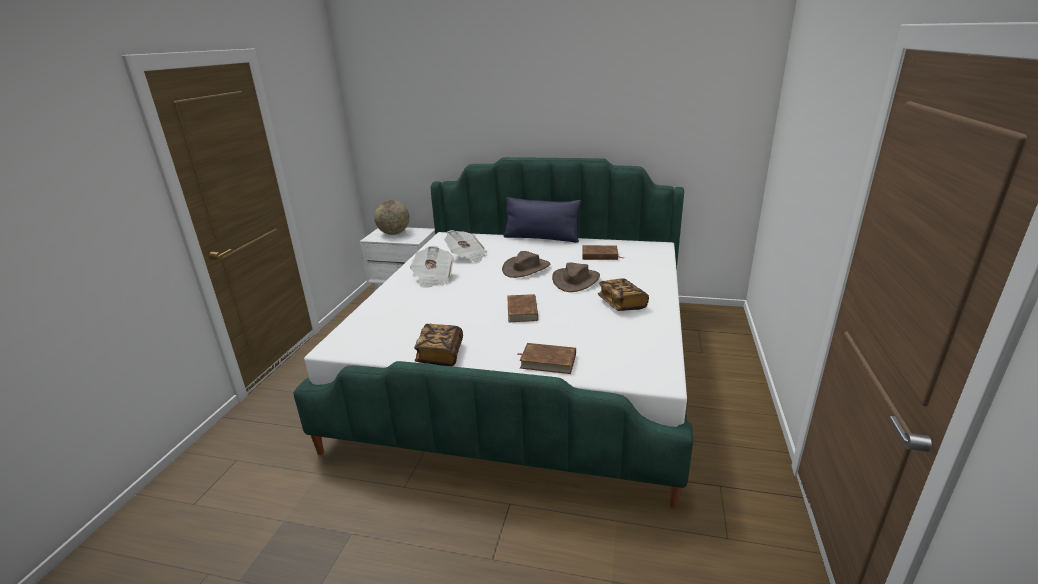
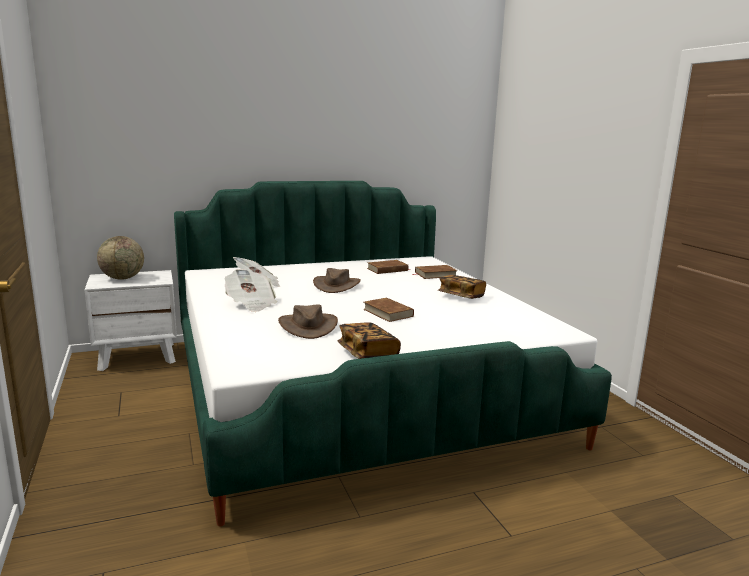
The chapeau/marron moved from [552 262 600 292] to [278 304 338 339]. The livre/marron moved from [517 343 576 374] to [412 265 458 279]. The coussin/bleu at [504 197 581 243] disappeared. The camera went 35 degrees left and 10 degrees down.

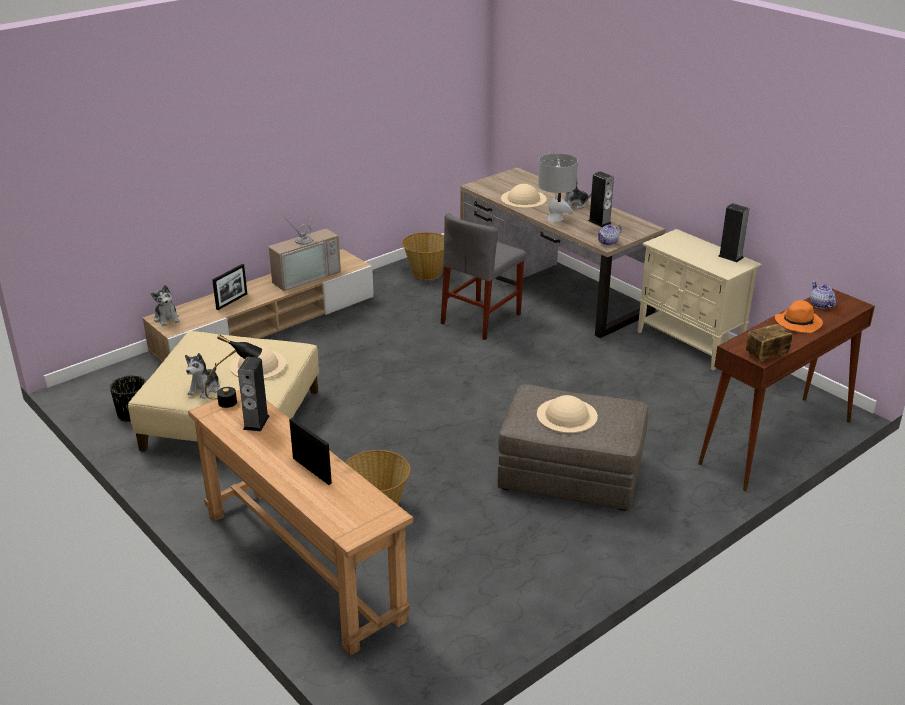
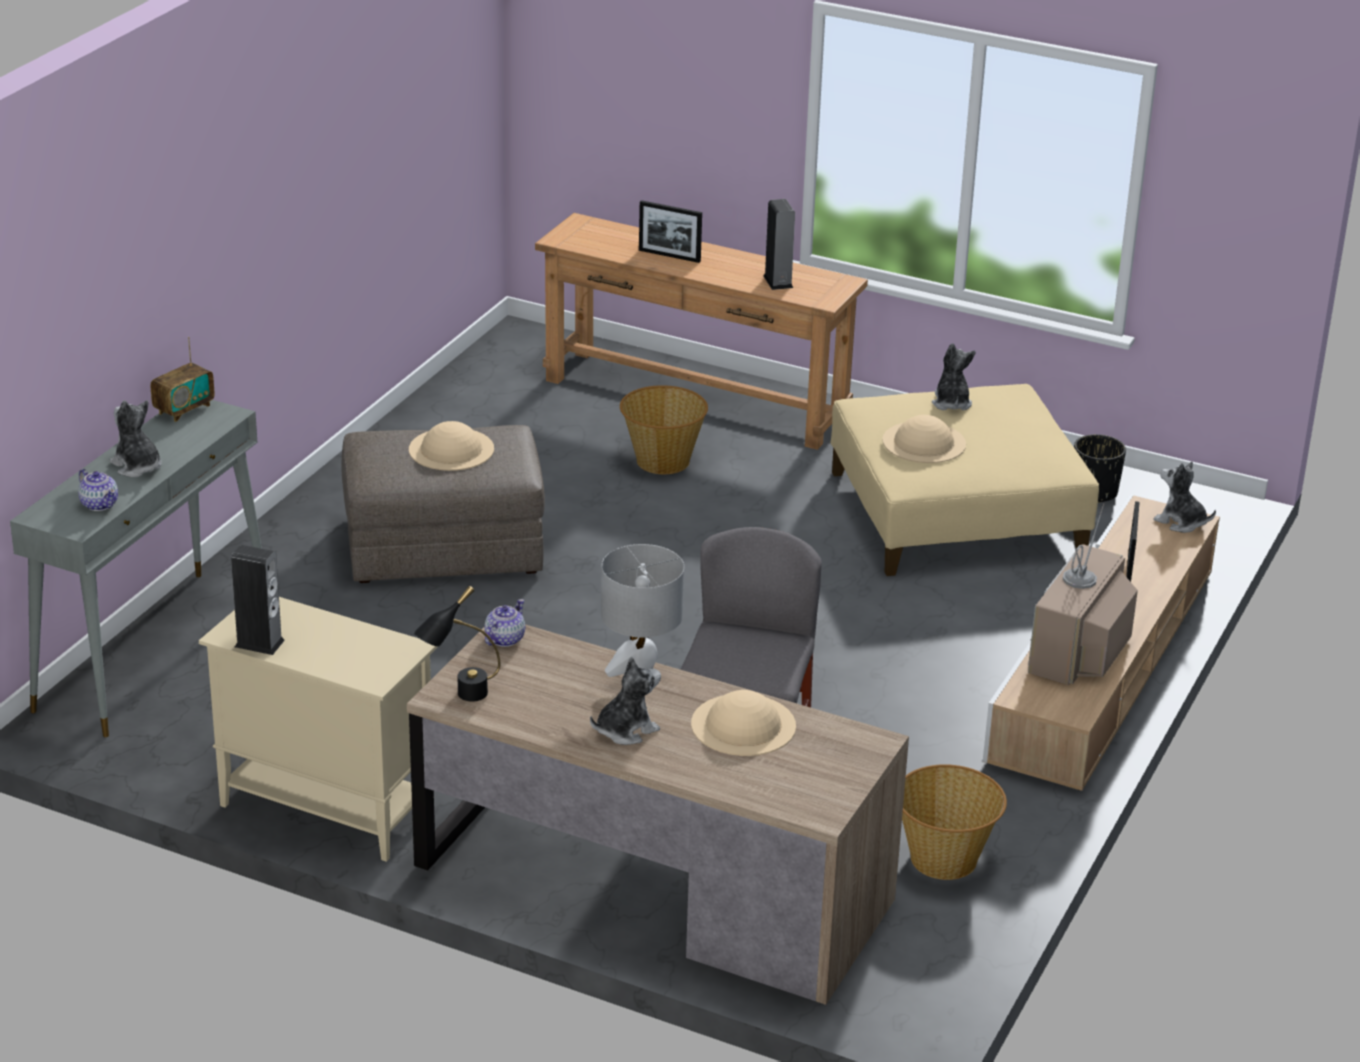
The table console/marron at [698 289 875 491] became the table console/gris at [10 400 262 737]. The chapeau/orange at [775 300 823 333] was replaced by the peluche at [109 400 162 477]. The lampe de table/noir moved from [205 334 262 408] to [414 586 500 701]. The enceinte at [588 171 614 227] disappeared. The camera went 155 degrees right and 0 degrees up.

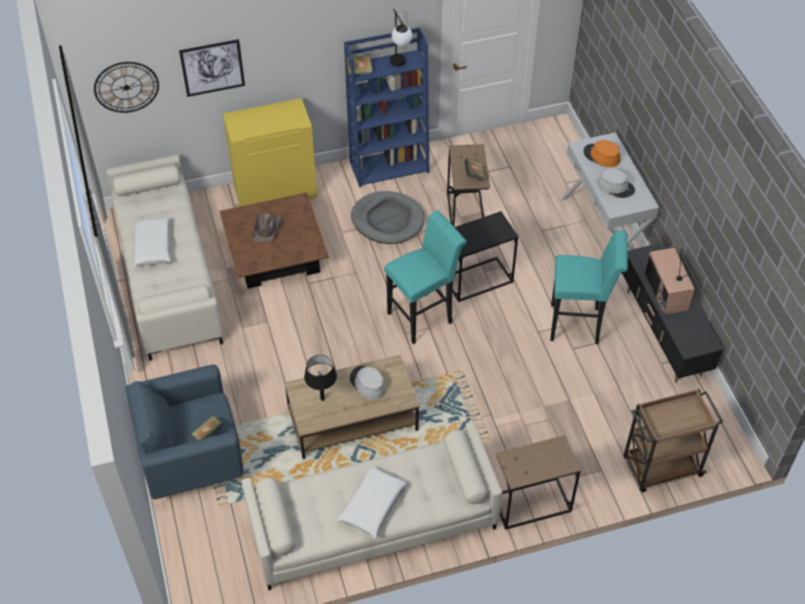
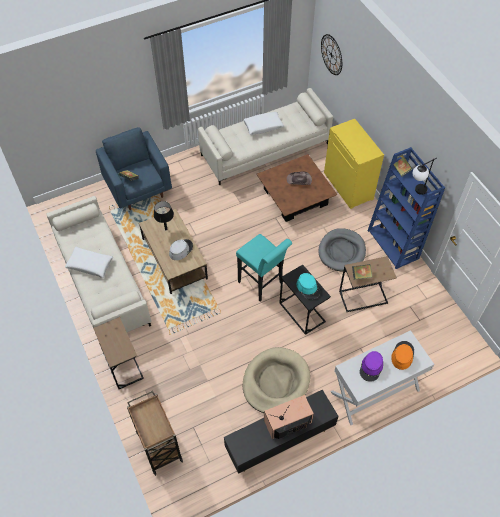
The tabouret/turquoise at [550 230 628 344] was replaced by the panier pour chien/beige at [242 347 310 413]. The chapeau/turquoise at [297 273 320 300] appeared. The chapeau/gris at [597 168 635 198] became the chapeau/violet at [360 351 383 382]. The tableau at [179 39 245 97] disappeared. The camera went 80 degrees right and 5 degrees up.

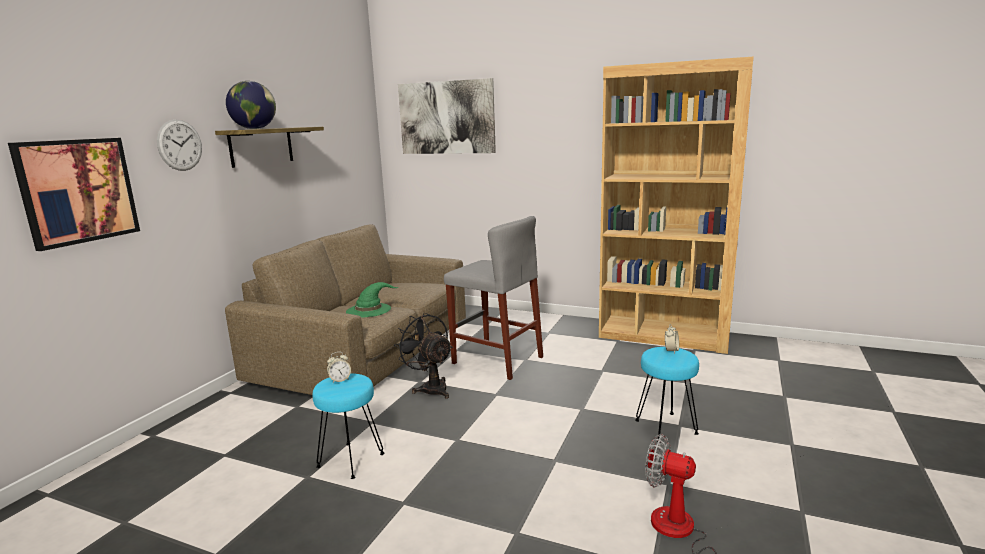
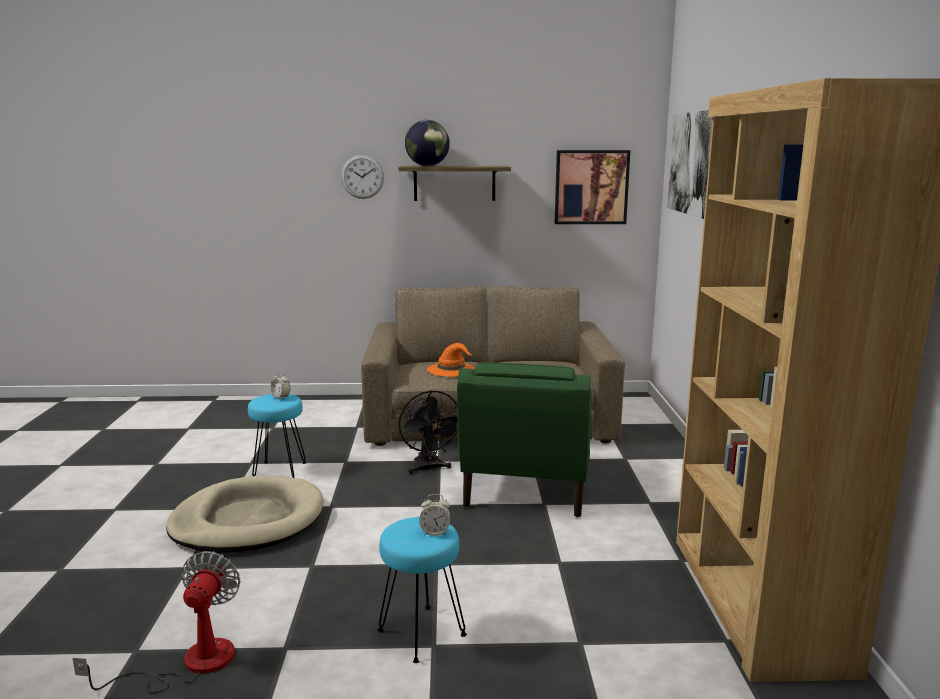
The panier pour chien/beige at [166 476 324 553] appeared. The ventilateur/noir at [394 313 453 399] turned 135 degrees clockwise. The chapeau/vert at [346 282 398 318] became the chapeau/orange at [427 343 475 377]. The tabouret/gris at [444 216 543 380] was replaced by the fauteuil/vert at [457 362 592 518]. The tableau moved from [8 138 140 251] to [554 150 630 224]. The camera went 65 degrees right and 0 degrees up.

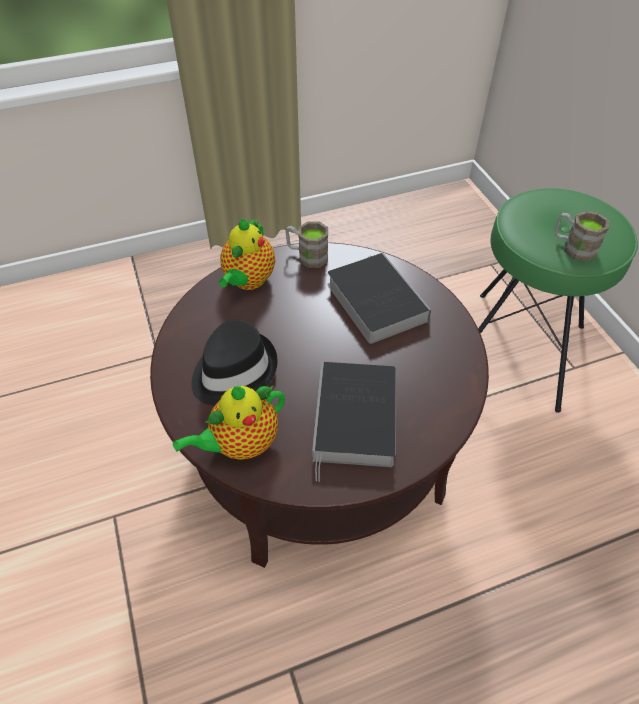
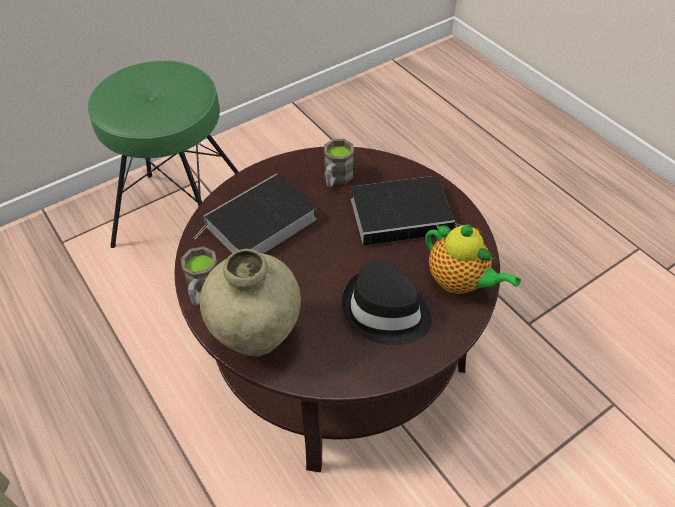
The théière at [219 218 275 290] was replaced by the vase/beige at [200 249 301 357]. The mug/marron moved from [555 211 609 261] to [324 139 354 187]. The camera went 105 degrees left and 0 degrees up.

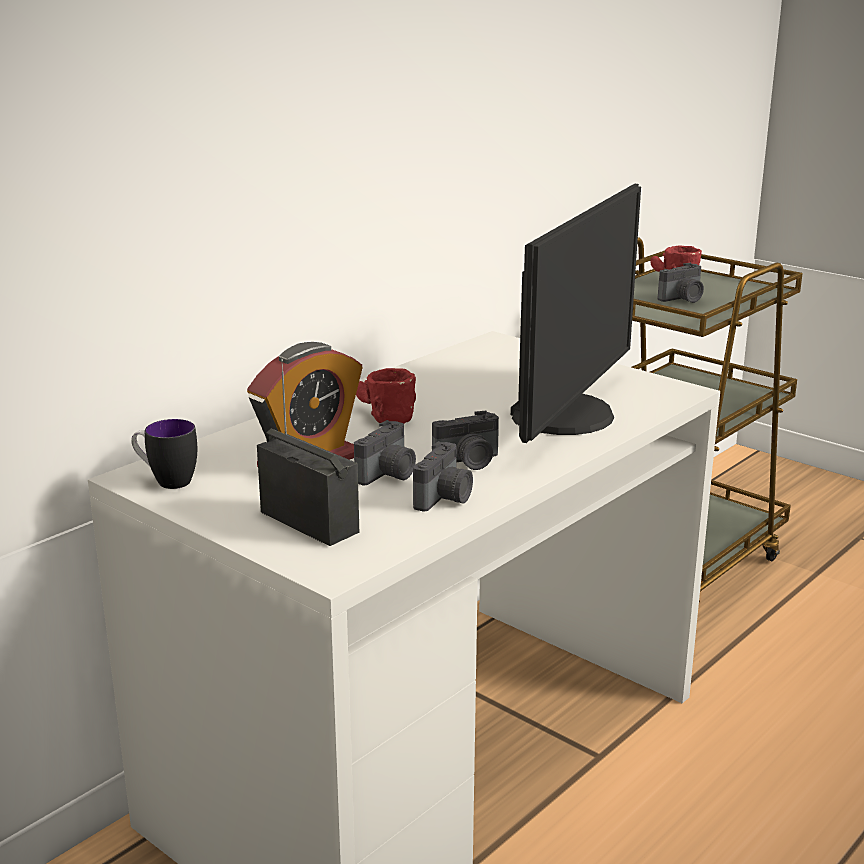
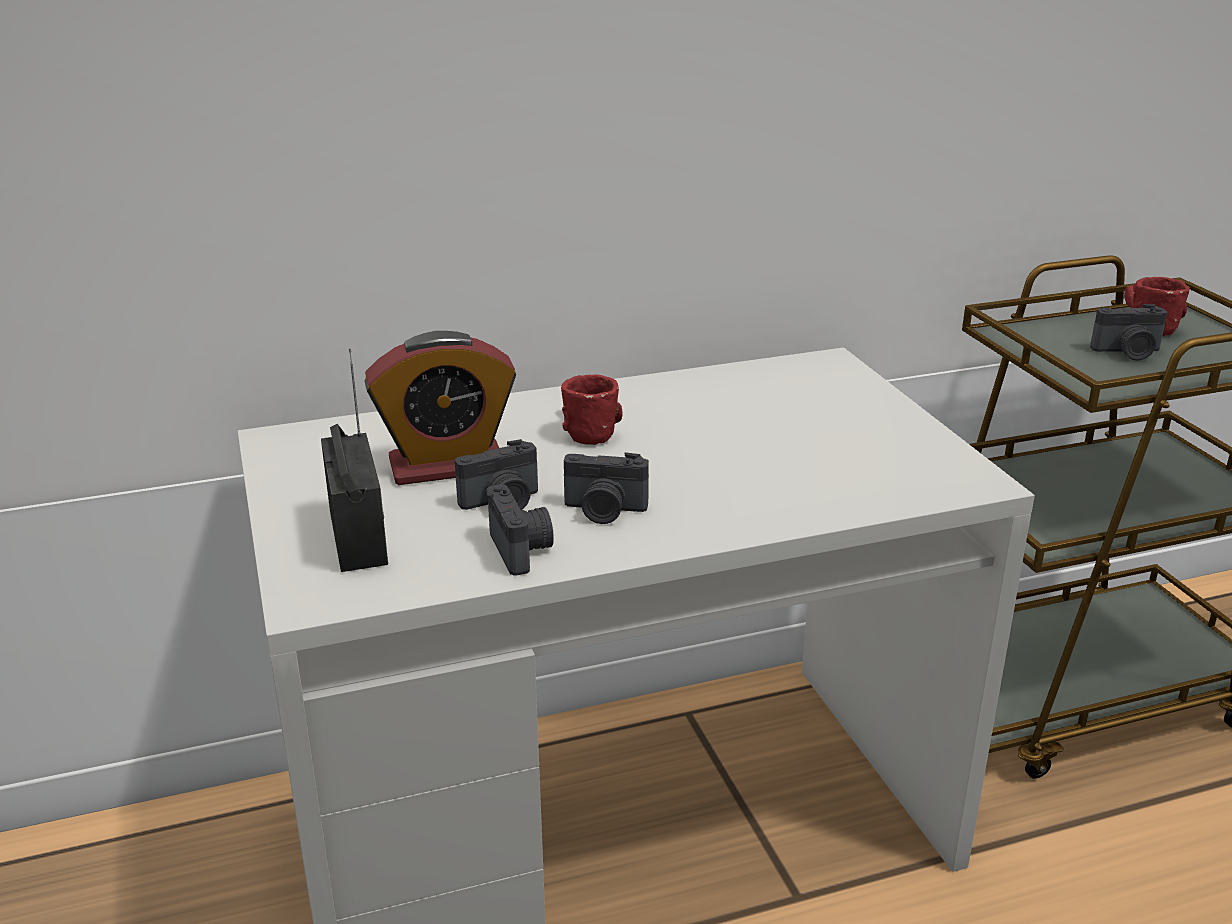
The appareil photo at [413 441 473 512] turned 75 degrees counterclockwise. The mug at [131 419 197 489] disappeared. The écran d'ordinateur at [511 184 641 443] disappeared. The camera went 30 degrees right and 5 degrees up.

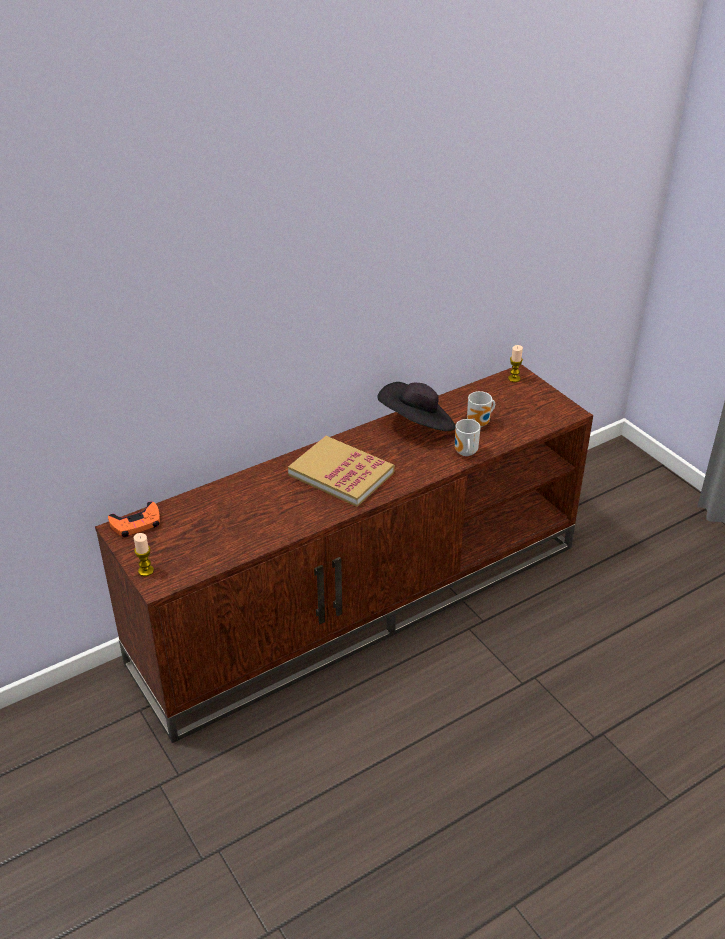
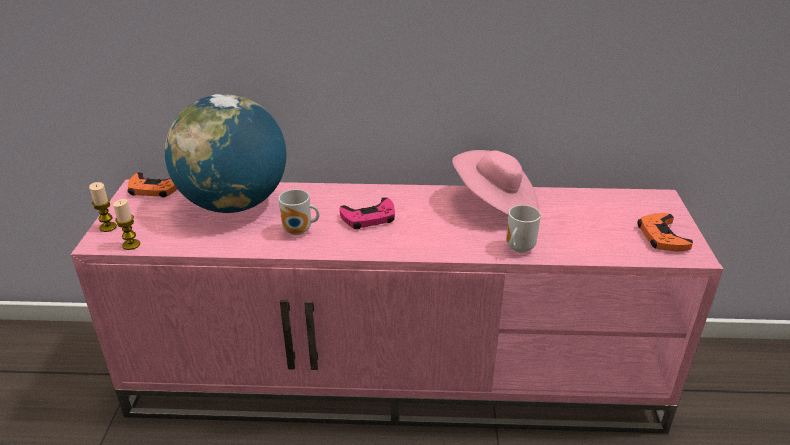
The meuble télé/marron at [95 364 593 743] became the meuble télé/rose at [71 179 723 433]. The bougie moved from [508 345 523 382] to [113 199 140 250]. The globe at [165 94 286 213] appeared. The mug moved from [467 391 495 427] to [279 189 320 235]. The livre at [288 436 395 507] was replaced by the manette/rose at [340 197 395 229]. The chapeau/noir at [377 382 455 431] became the chapeau/rose at [452 150 539 215]. The manette/orange at [637 213 693 251] appeared. The camera went 35 degrees right and 5 degrees down.

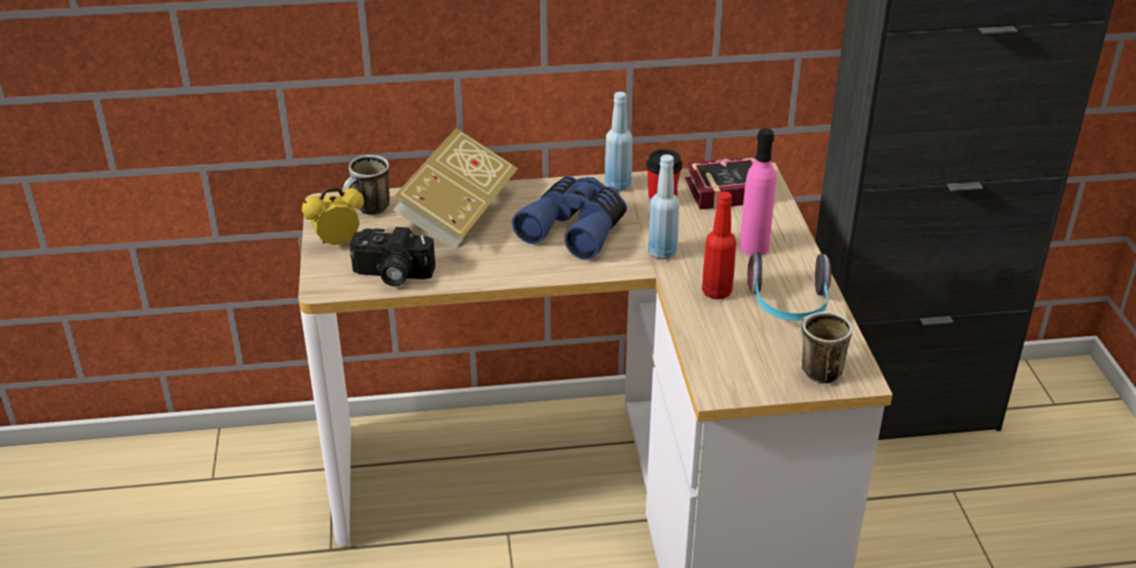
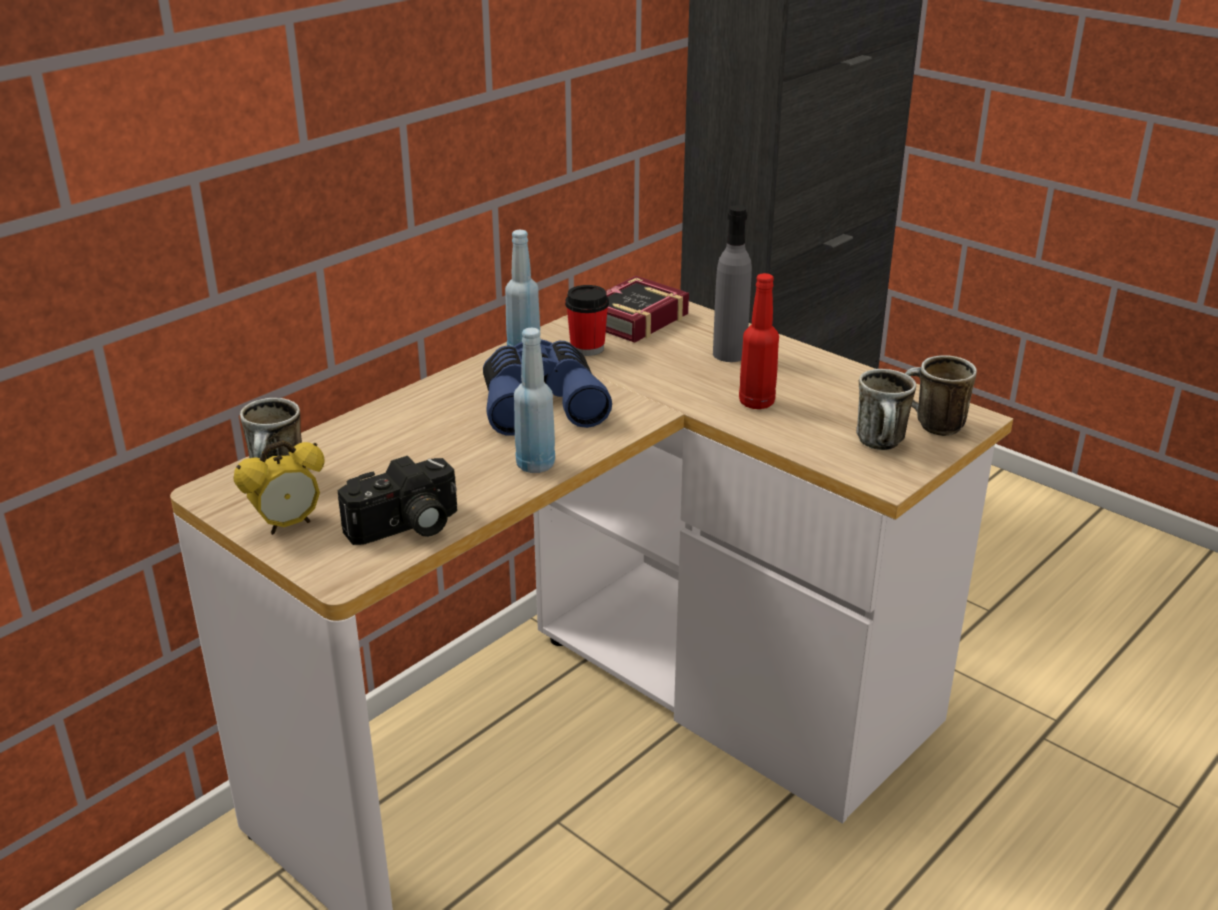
The réveil at [302 187 364 245] turned 150 degrees counterclockwise. The bouteille/bleu moved from [648 154 679 259] to [514 328 555 473]. The bouteille/rose at [740 128 776 255] became the bouteille/gris at [713 206 752 362]. The mug at [856 369 916 450] appeared. The livre at [393 128 518 250] disappeared. The casque audio at [747 252 831 321] disappeared. The camera went 40 degrees left and 5 degrees down.

